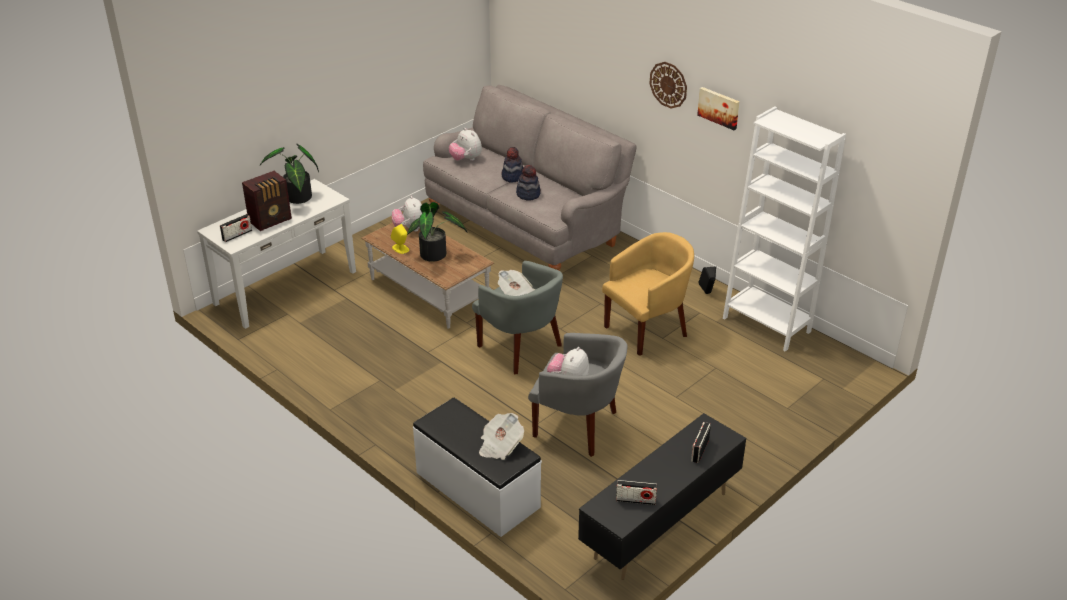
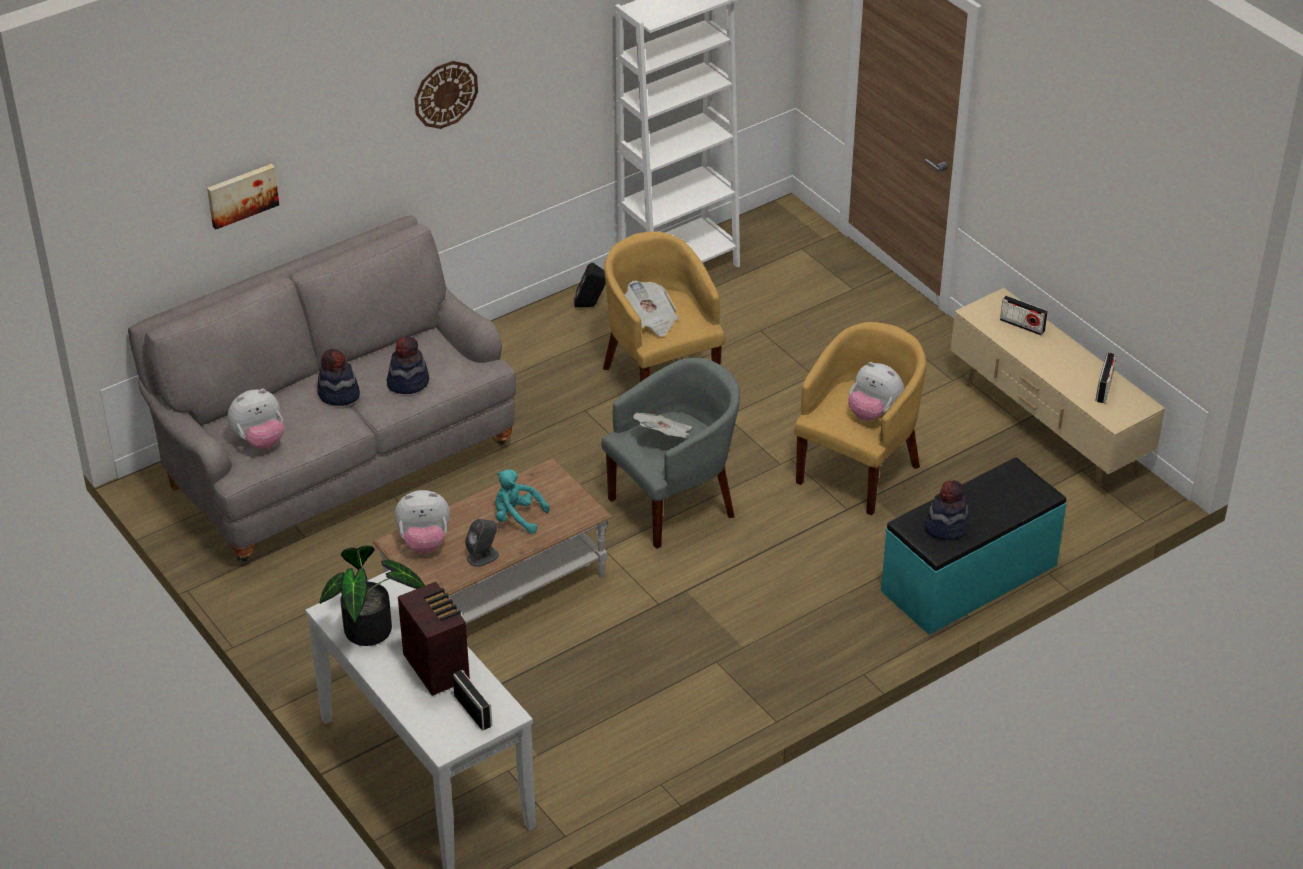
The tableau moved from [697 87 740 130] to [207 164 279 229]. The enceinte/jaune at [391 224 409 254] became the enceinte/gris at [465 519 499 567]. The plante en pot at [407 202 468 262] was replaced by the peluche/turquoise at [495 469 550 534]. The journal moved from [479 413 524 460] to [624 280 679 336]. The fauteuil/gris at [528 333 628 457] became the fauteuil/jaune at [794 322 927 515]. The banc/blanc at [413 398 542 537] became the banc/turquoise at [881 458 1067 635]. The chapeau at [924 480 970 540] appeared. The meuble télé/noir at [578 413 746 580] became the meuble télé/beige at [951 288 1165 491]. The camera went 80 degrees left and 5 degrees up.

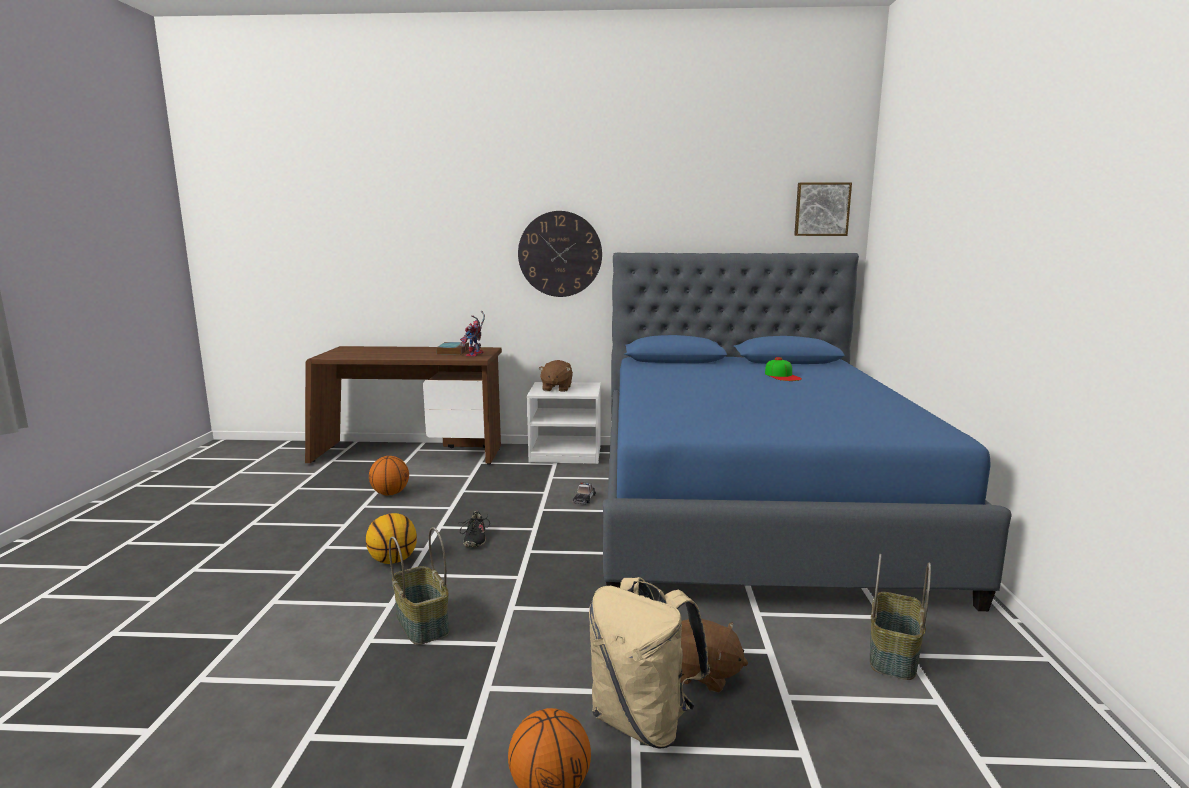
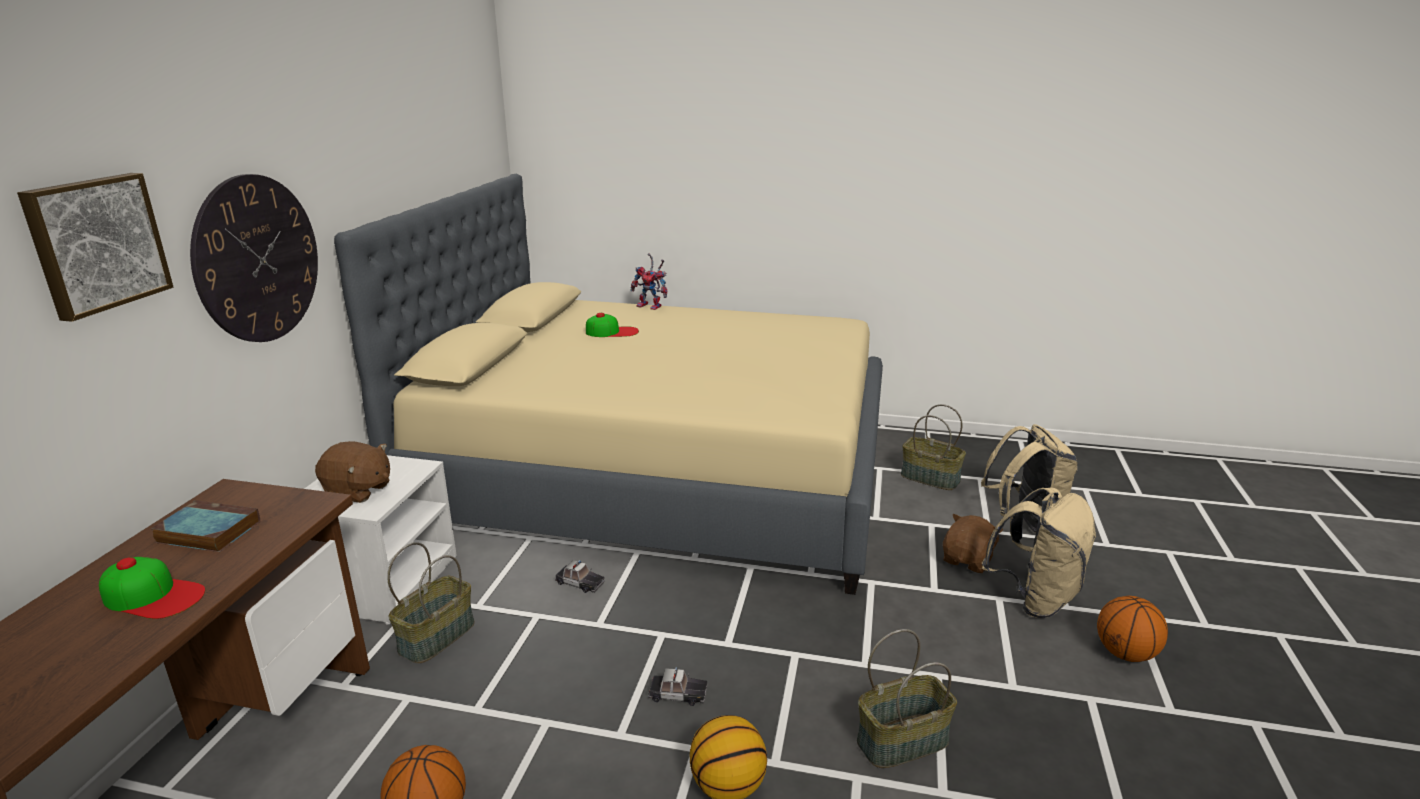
The tableau moved from [794 182 852 236] to [17 173 173 322]. The casquette at [99 557 205 619] appeared. The lit/bleu at [603 253 1012 611] became the lit/beige at [334 174 883 595]. The panier at [387 542 474 663] appeared. The robot jouet moved from [460 311 485 357] to [630 253 668 310]. The chaussure/noir at [459 511 490 547] was replaced by the petite voiture at [648 667 707 706]. The sac à dos/beige at [981 424 1078 533] appeared. The camera went 80 degrees left and 10 degrees up.

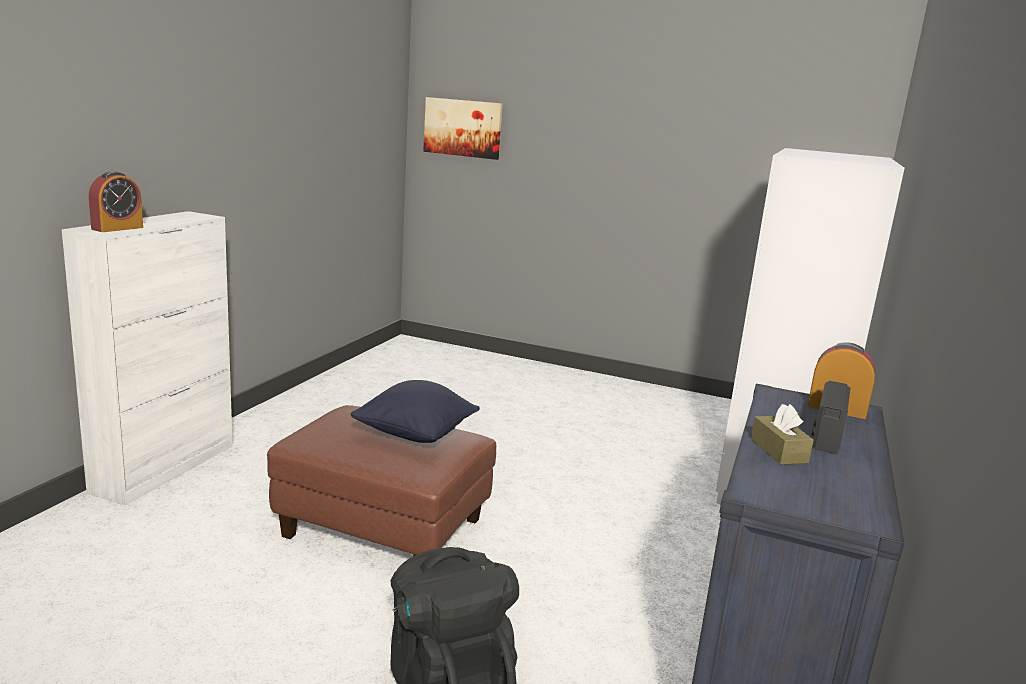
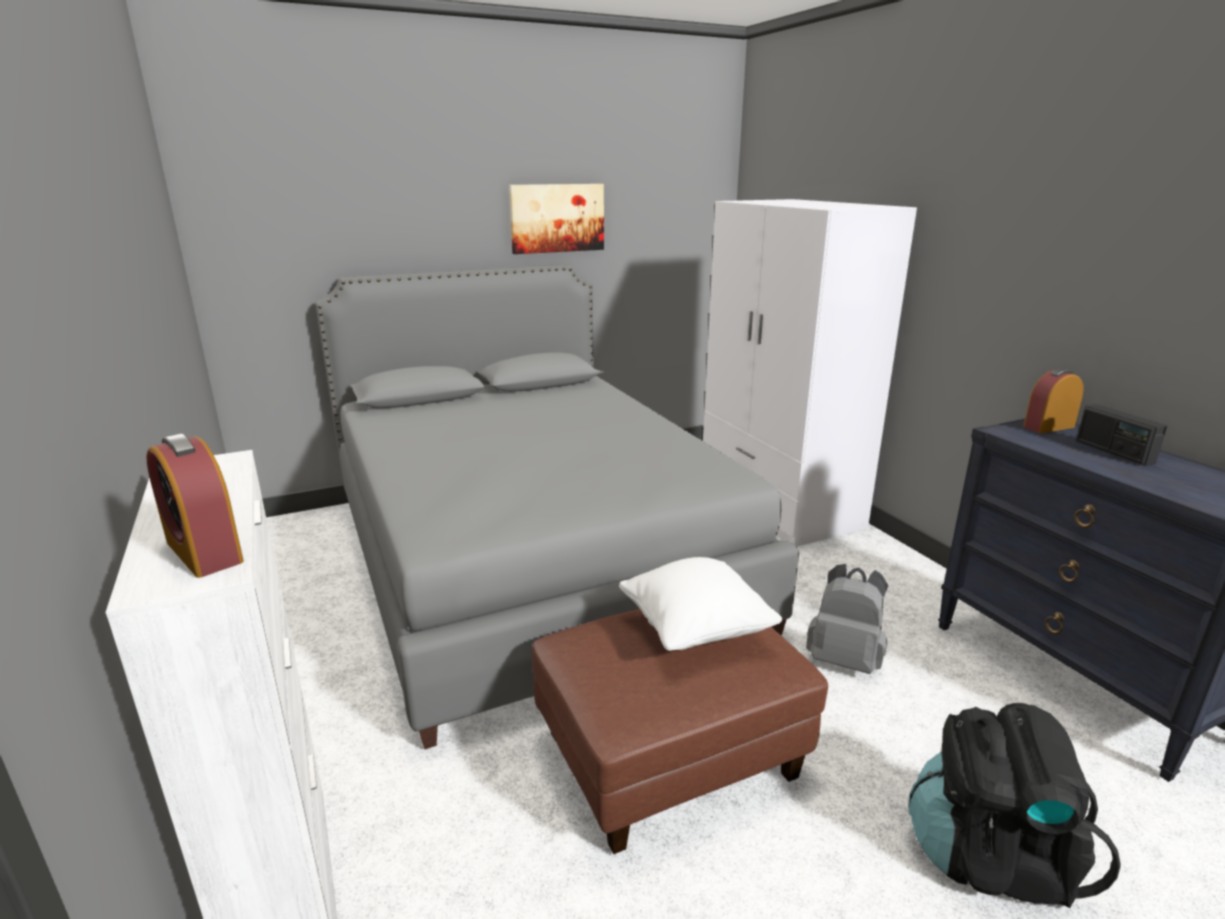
The réveil at [89 171 143 232] turned 150 degrees clockwise. The lit/gris at [315 264 799 750] appeared. The tableau moved from [423 97 502 160] to [509 184 604 254]. The coussin/noir at [351 380 480 443] became the coussin/blanc at [619 557 782 651]. The sac à dos/gris at [806 564 888 674] appeared. The boîte à mouchoirs/marron at [751 404 814 465] disappeared. The camera went 45 degrees left and 5 degrees up.

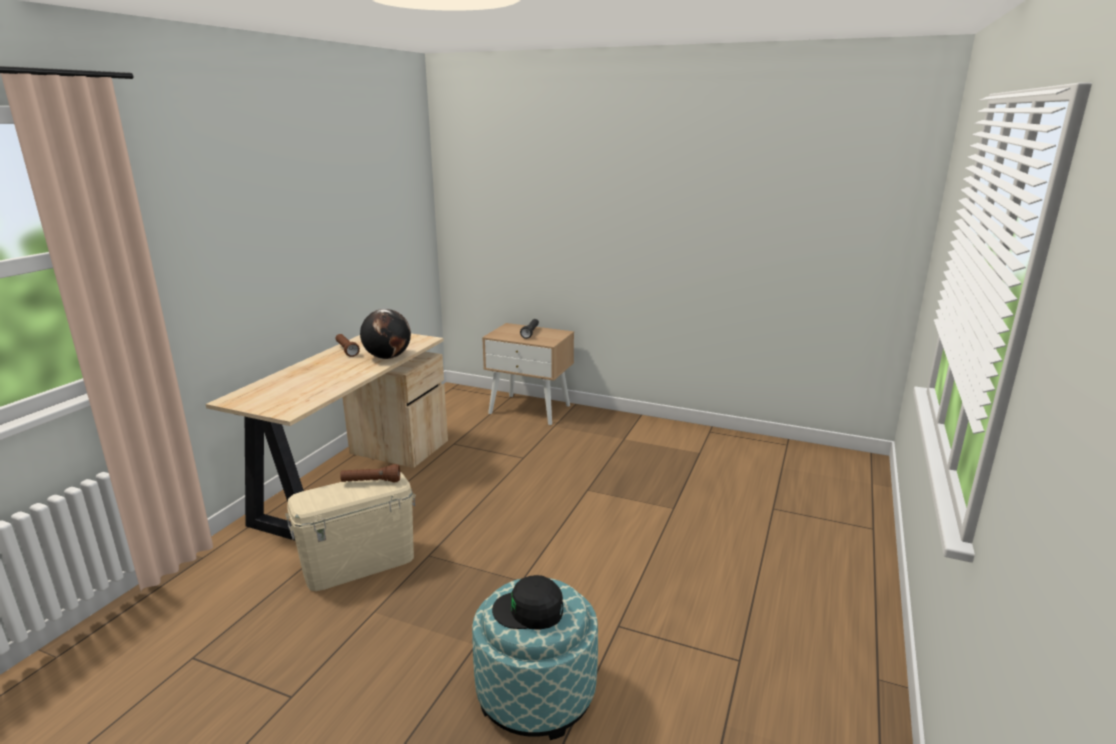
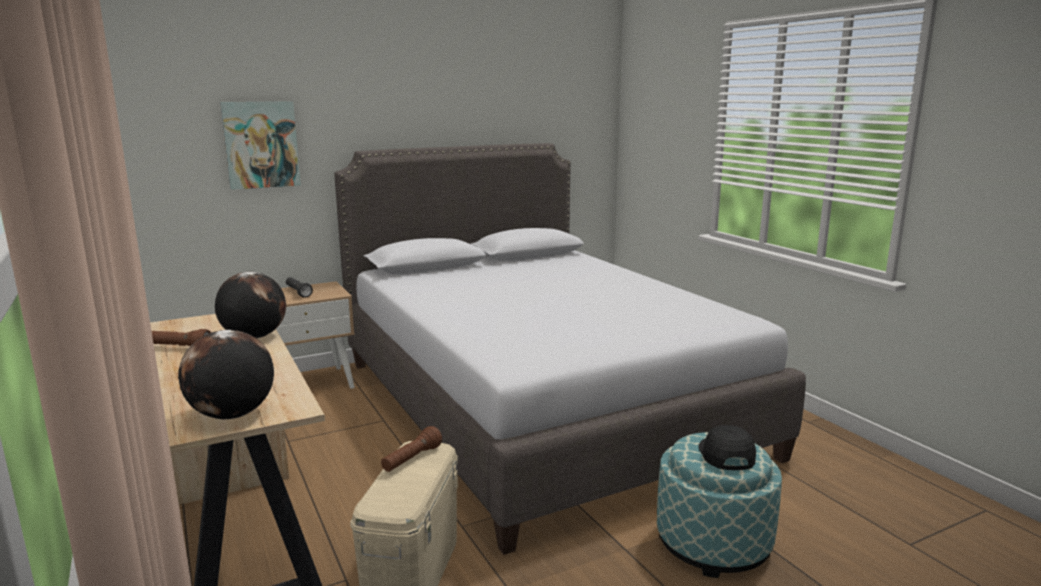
The globe at [178 330 274 420] appeared. The tableau at [220 101 301 190] appeared. The lit/gris at [334 143 806 555] appeared. The casquette/noir at [492 575 563 630] turned 135 degrees clockwise. The camera went 50 degrees left and 5 degrees down.

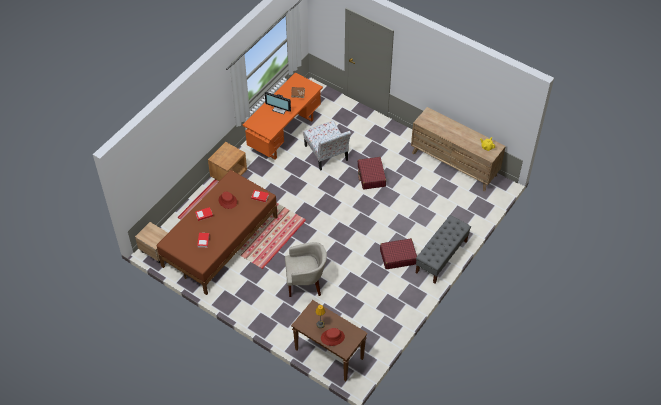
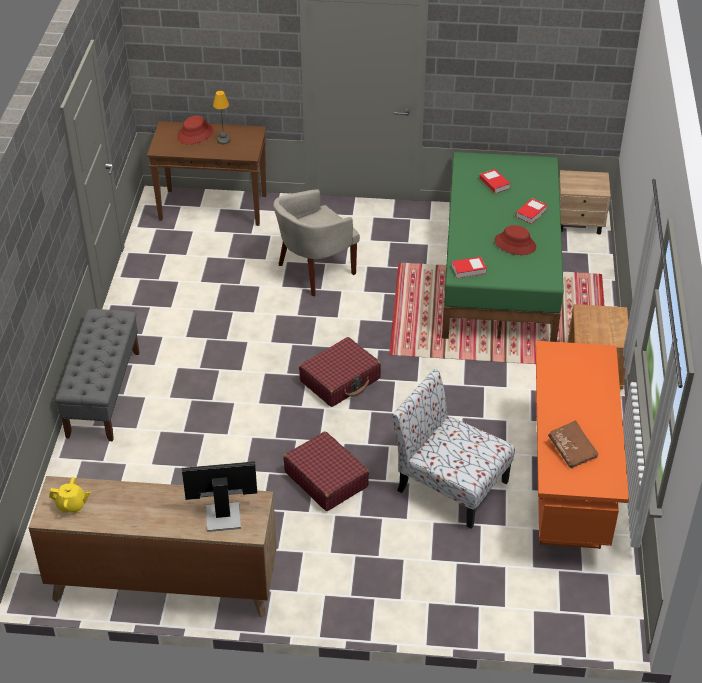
The écran d'ordinateur moved from [265 92 291 114] to [182 461 257 532]. The valise/rouge moved from [380 238 417 269] to [299 337 381 407]. The lit/marron at [157 170 278 295] became the lit/vert at [442 152 564 342]. The camera went 150 degrees right and 10 degrees down.

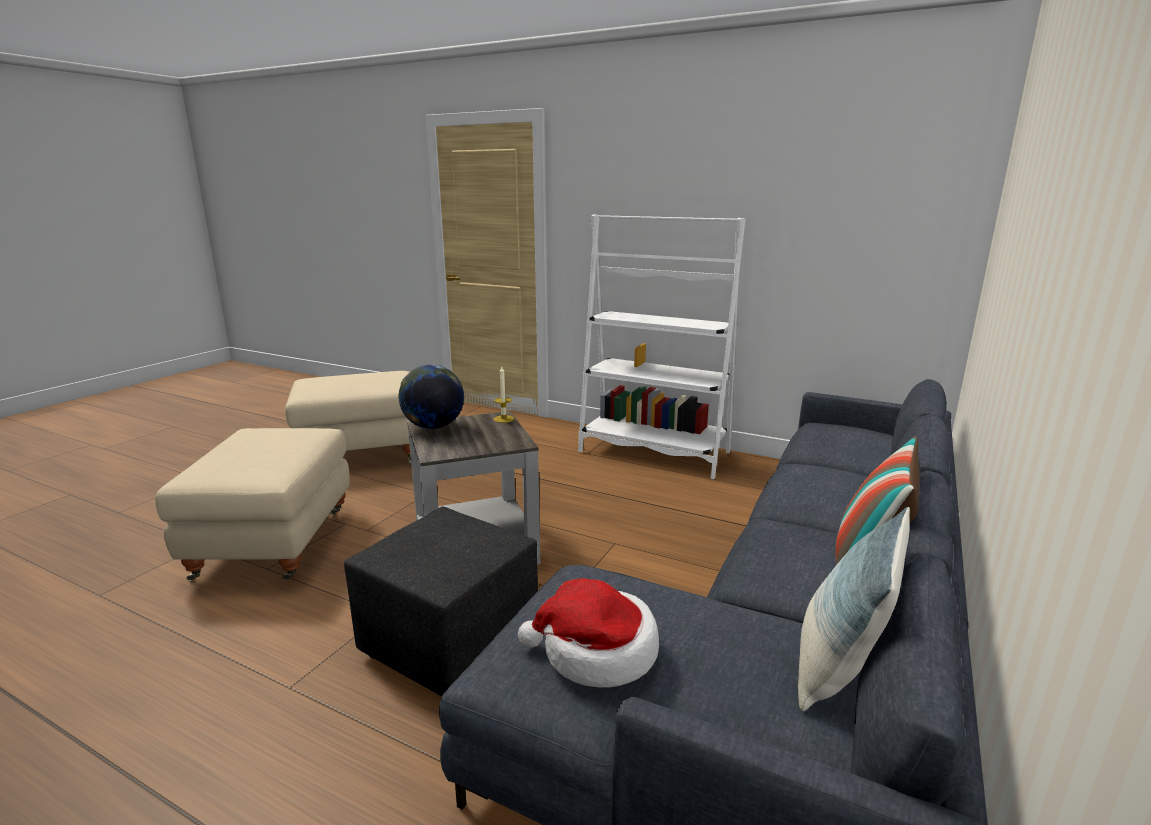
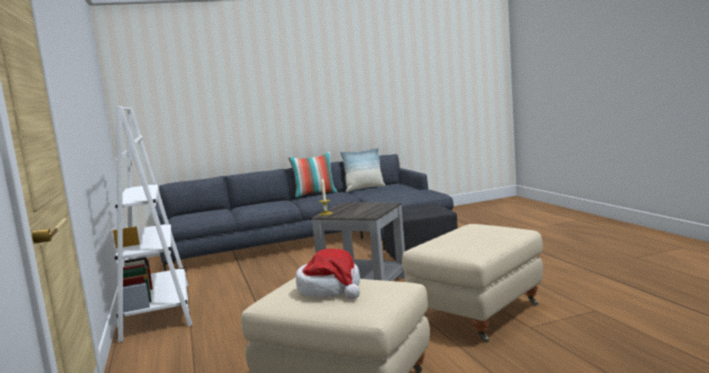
The chapeau moved from [518 578 659 688] to [296 249 360 299]. The globe at [399 364 464 429] disappeared. The camera went 135 degrees left and 10 degrees down.

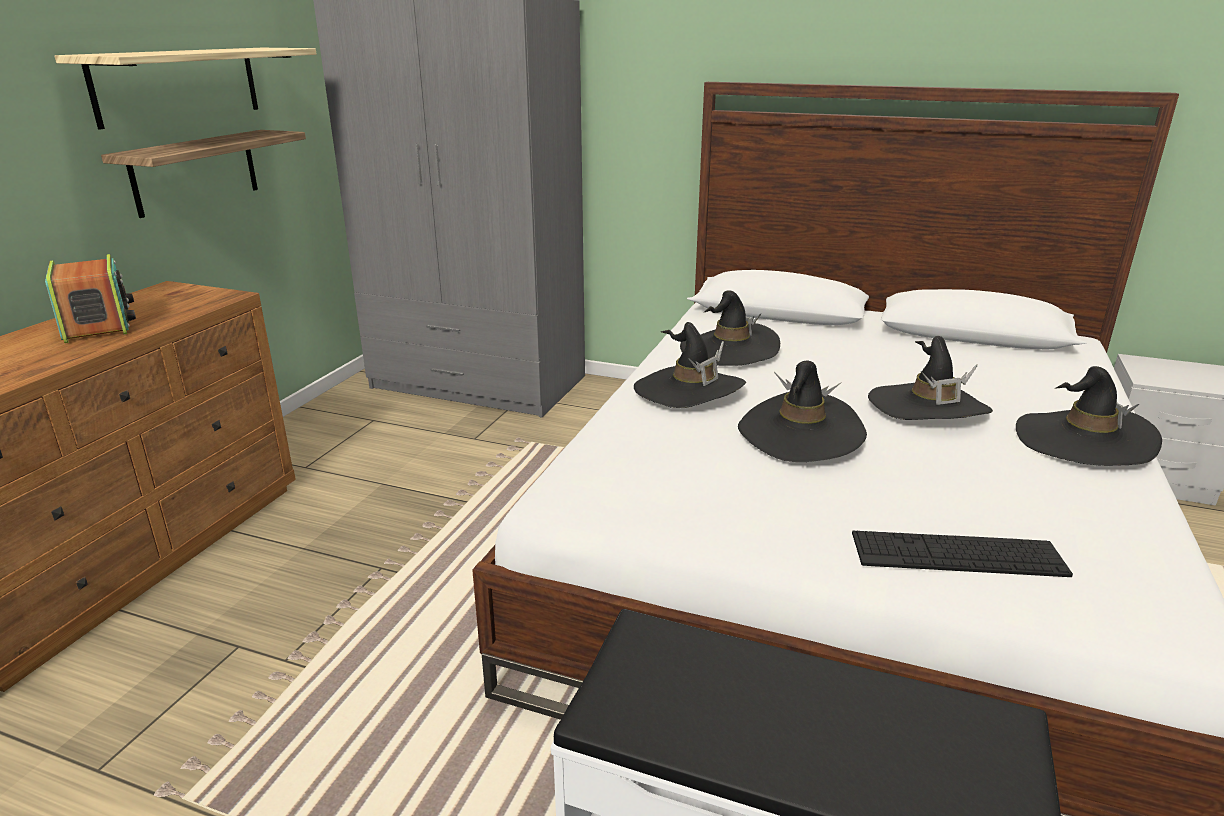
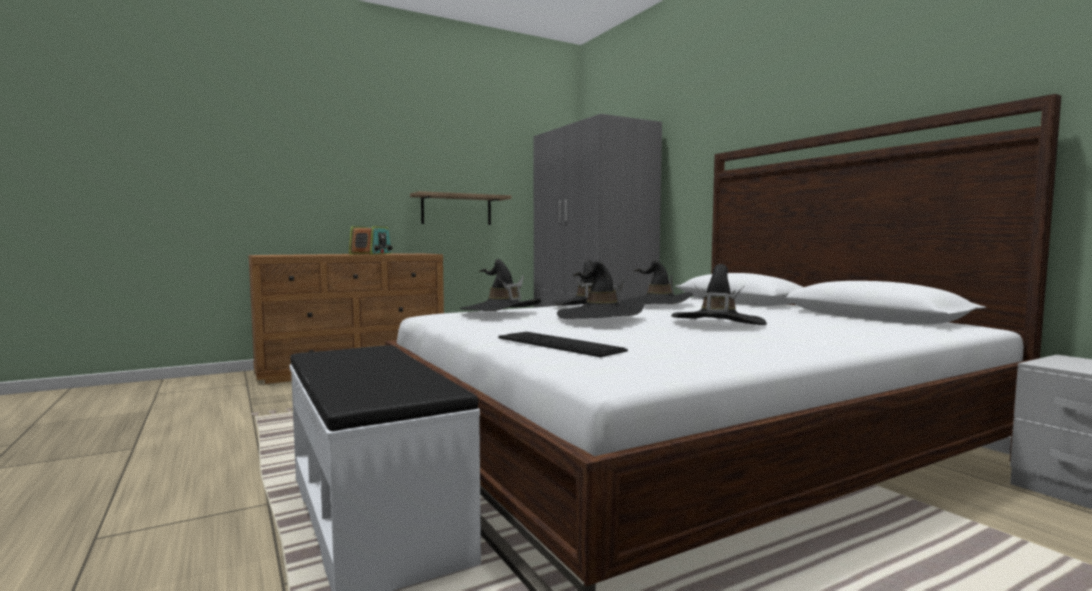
The chapeau/noir moved from [1016 366 1162 466] to [460 259 541 311]. The étagère at [55 48 316 130] disappeared. The camera went 40 degrees right and 20 degrees down.

